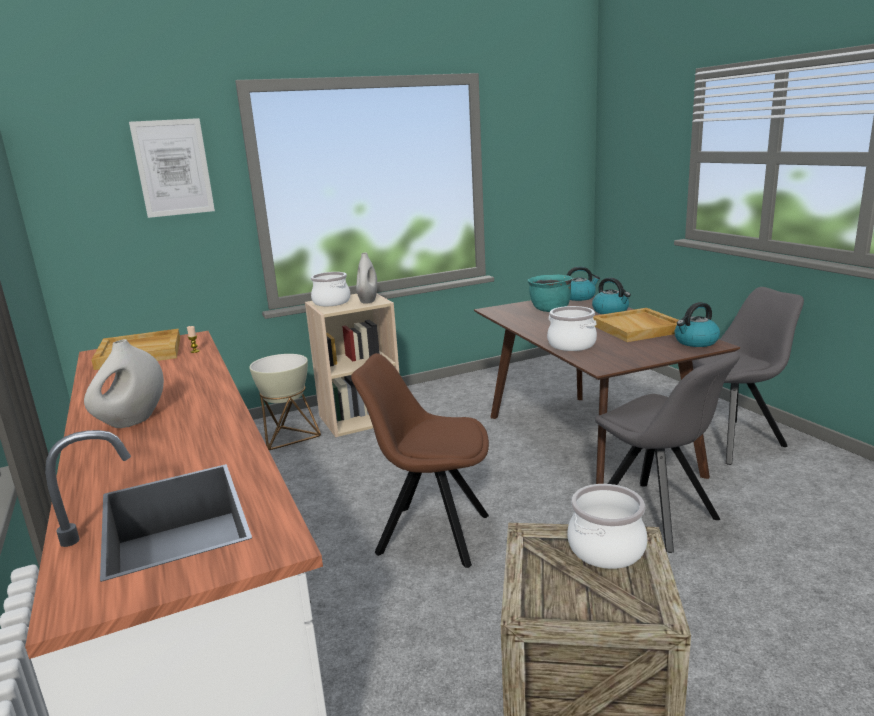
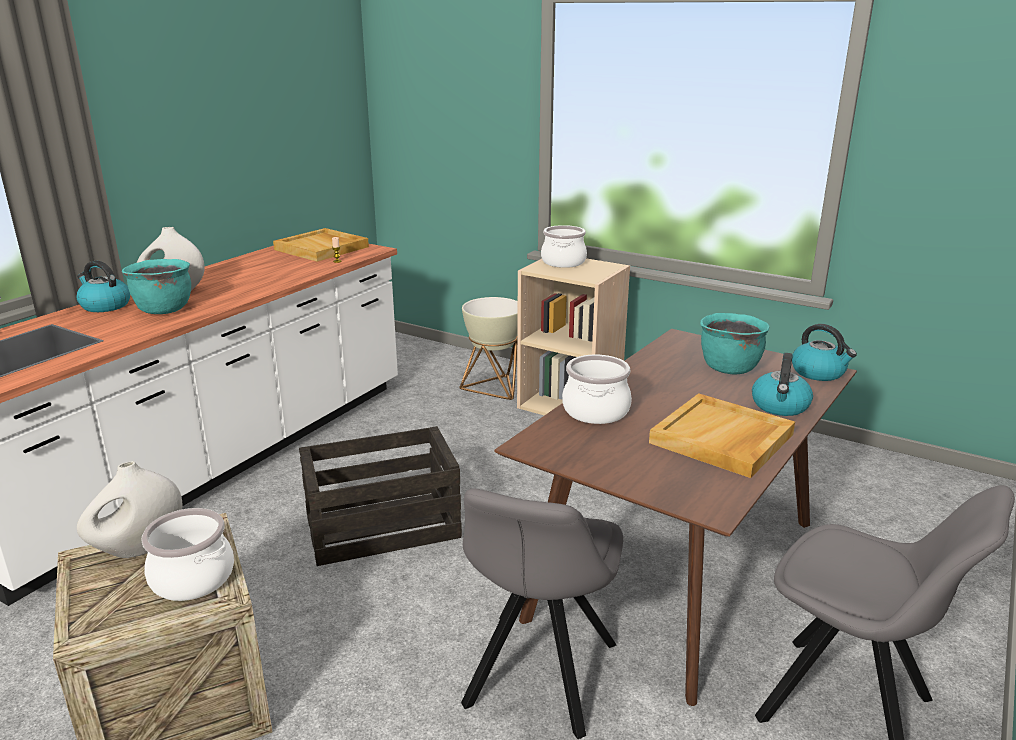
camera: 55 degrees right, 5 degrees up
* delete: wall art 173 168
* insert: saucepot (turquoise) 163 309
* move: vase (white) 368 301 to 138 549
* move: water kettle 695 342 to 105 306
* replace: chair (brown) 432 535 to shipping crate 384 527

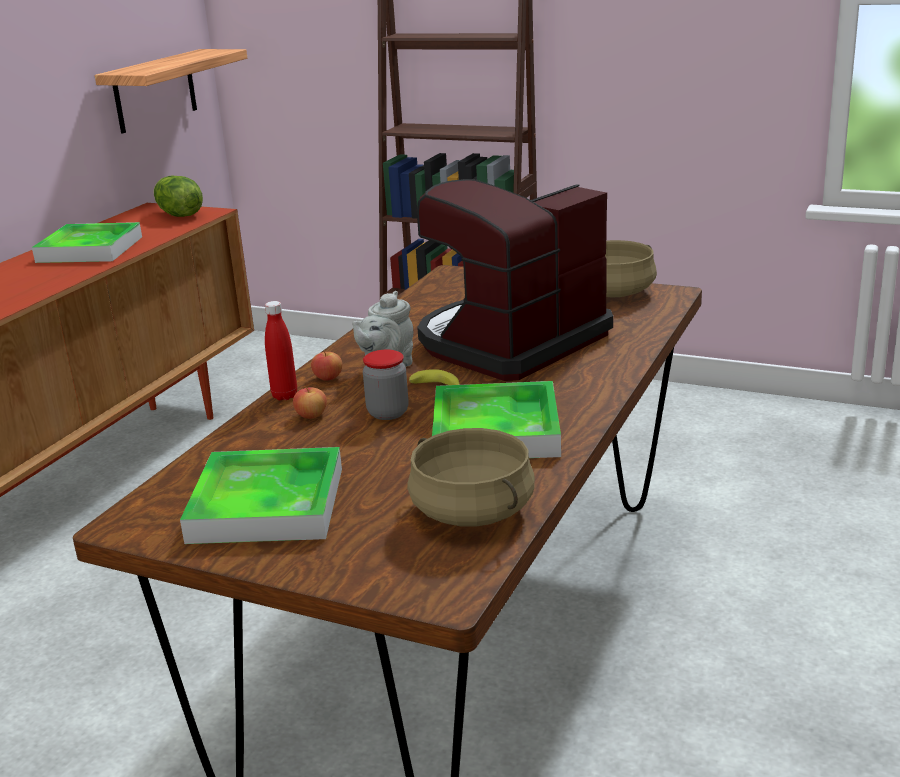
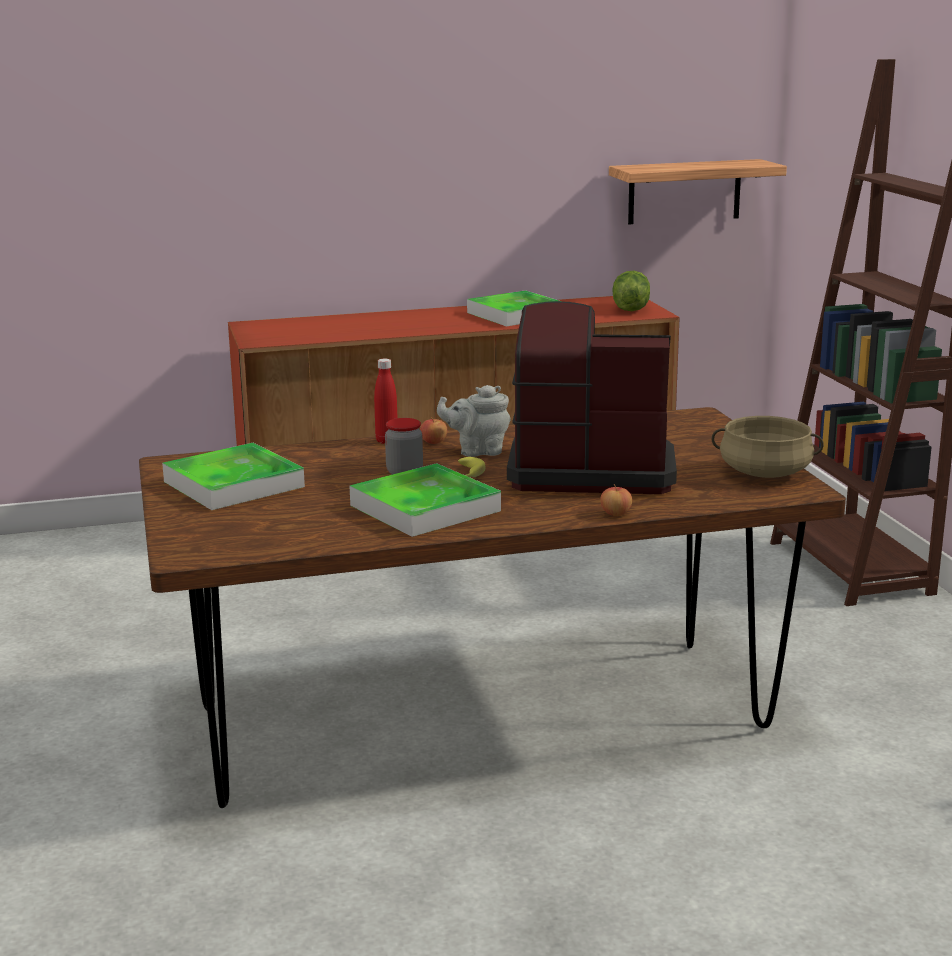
camera: 50 degrees right, 5 degrees down
* delete: saucepot (beige) 471 511
* move: apple fruit 311 415 to 616 513

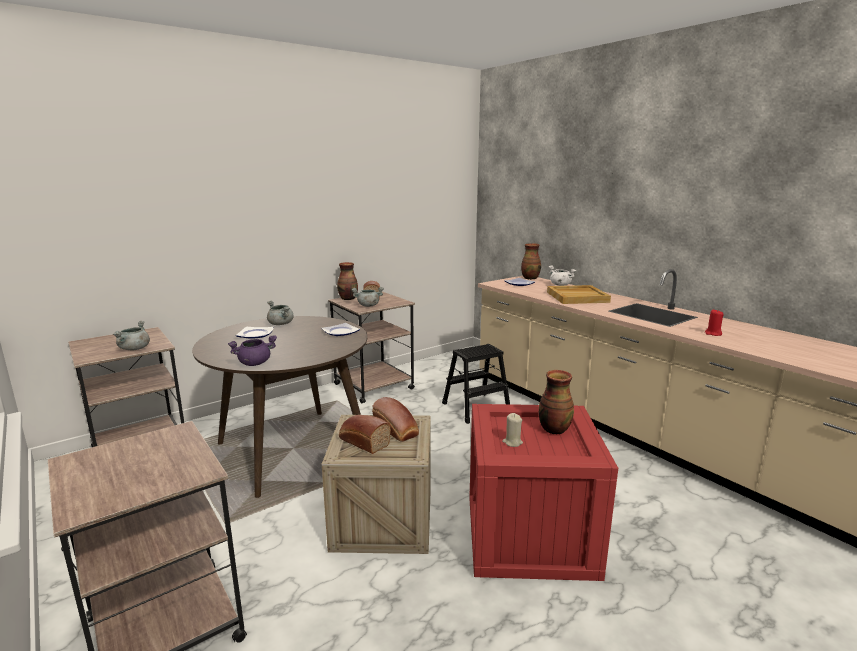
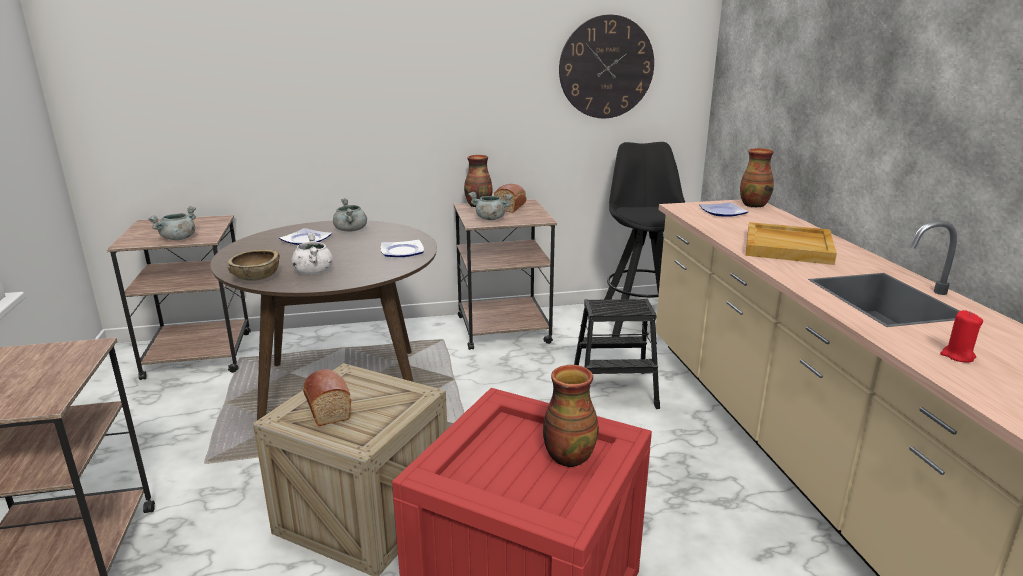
camera: 25 degrees right, 5 degrees up
* delete: baked bread 397 430
* delete: wax light (beige) 512 442
* insert: wall clock 606 67
* insert: stool (black-coloured) 640 323
* move: saucepot (white) 560 285 to 313 271
* replace: saucepot (purplish) 255 363 to deep dish (brown) 256 278

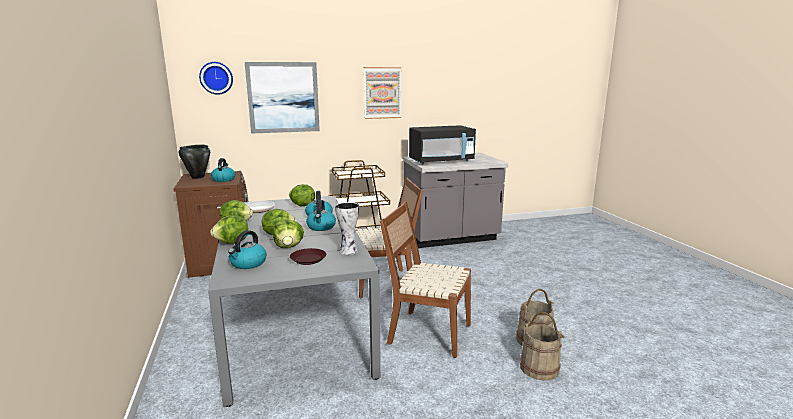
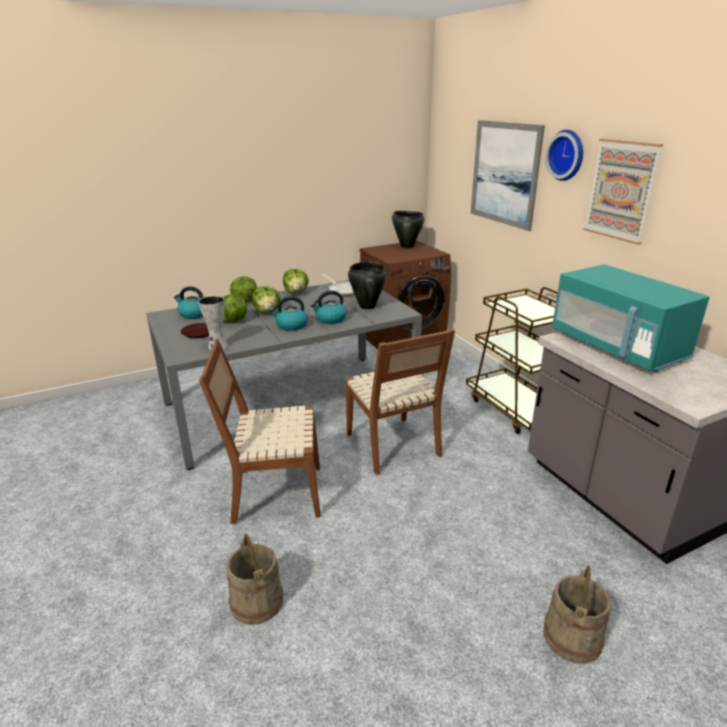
camera: 80 degrees right, 10 degrees up
* delete: water kettle 223 179
* move: wall clock 216 78 to 567 155
* move: water bucket (beige) 539 368 to 571 637
* replace: lettuce head 302 205 to saucepot (black-coloured) 367 306
* recolor: kitchen microwave (black-coloured) 441 161 to kitchen microwave (turquoise) 617 347
* rotate: chair 426 333 = 272 493 105 degrees counterclockwise

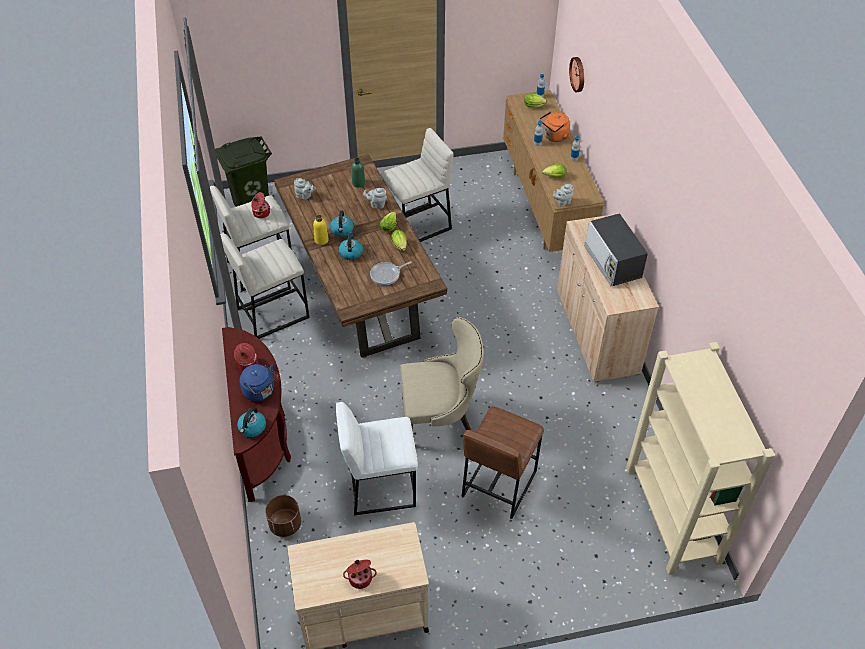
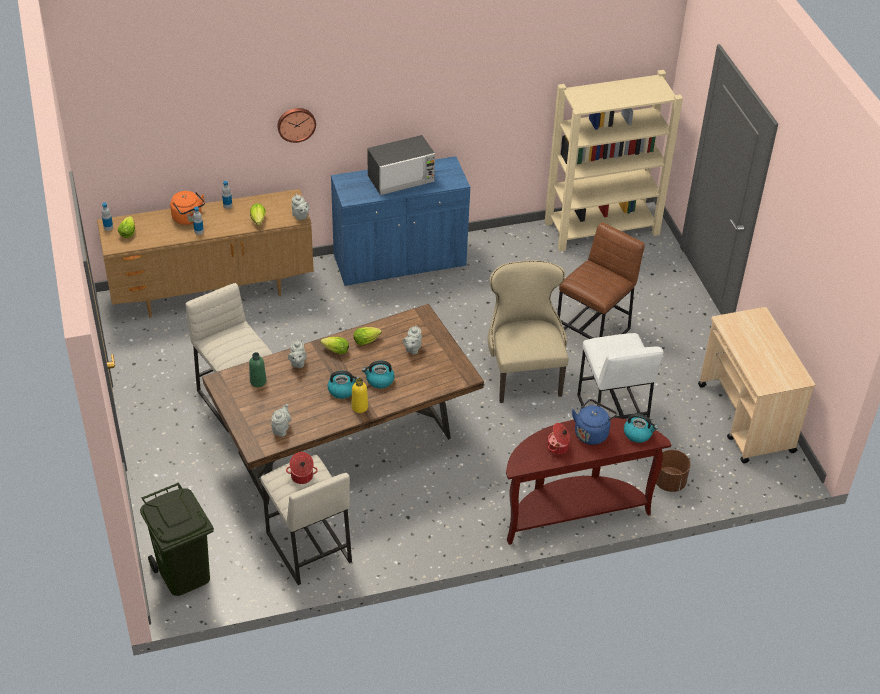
camera: 95 degrees left, 5 degrees down
* delete: stool (beige) 272 313
* delete: saucepot 360 578
* move: wall clock 578 74 to 296 124
* replace: skillet 387 275 to pot for tea (gray) 412 349
* recolor: cabinet (beige) 596 331 to cabinet (blue-coloured) 400 261
* rotate: chair (brown) 498 485 = 593 332 75 degrees counterclockwise

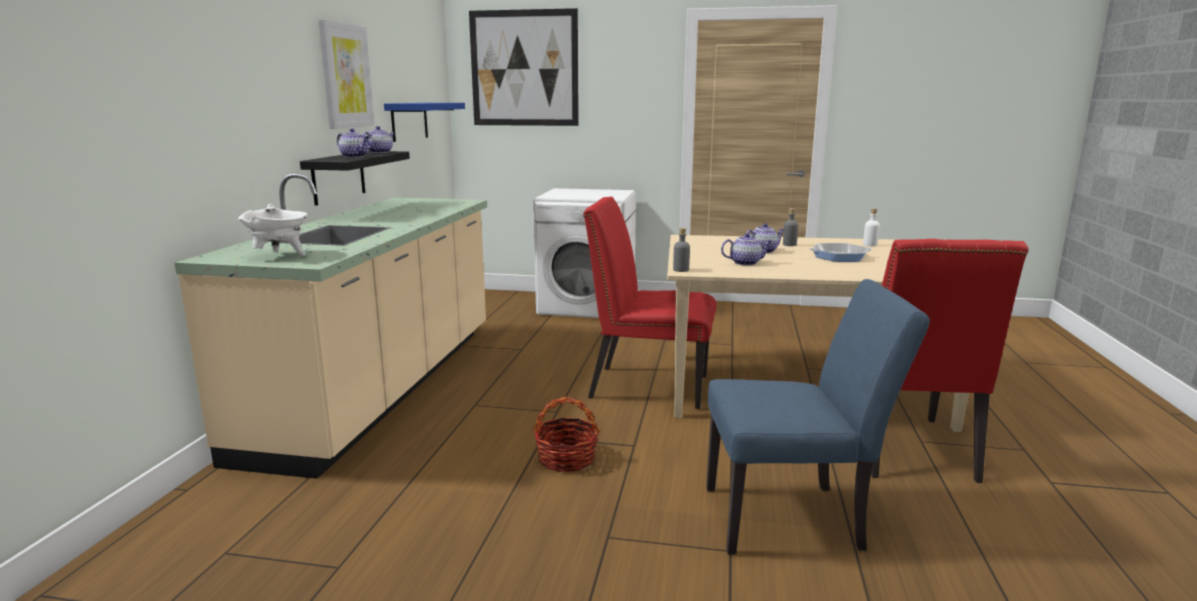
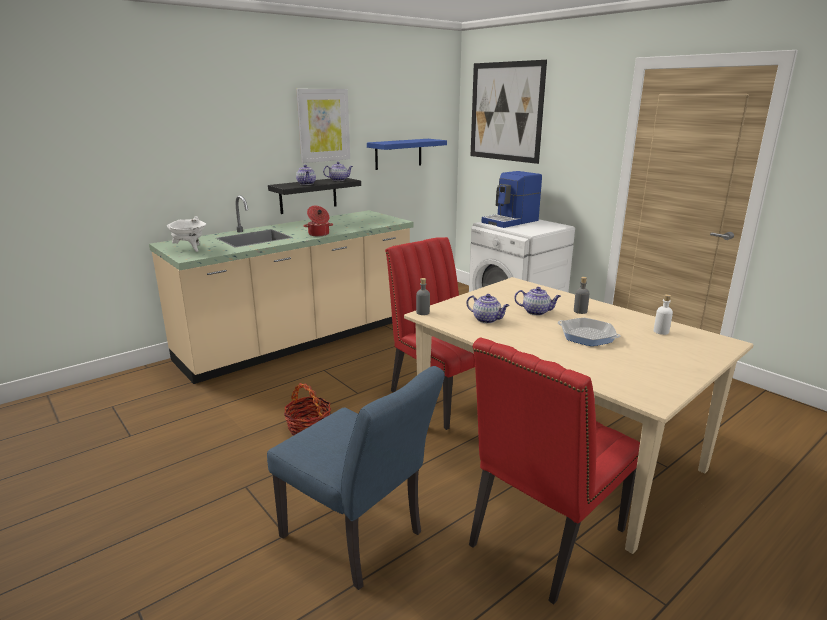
camera: 40 degrees right, 5 degrees up
* insert: saucepot 319 234
* insert: coffee brewer 511 221

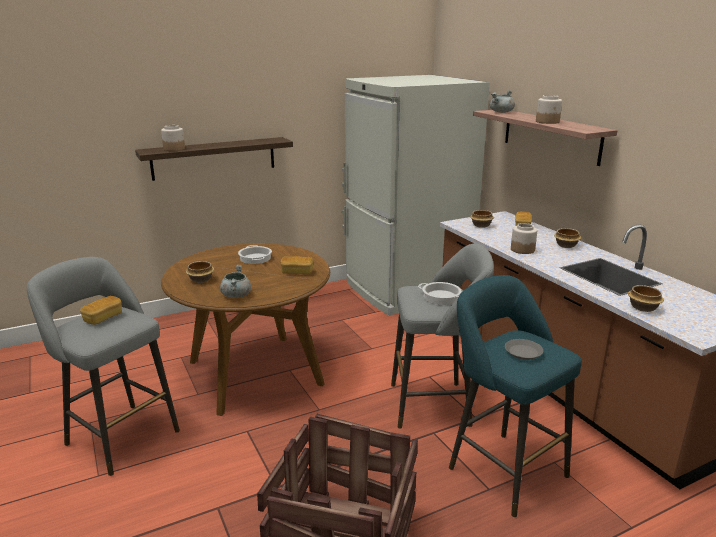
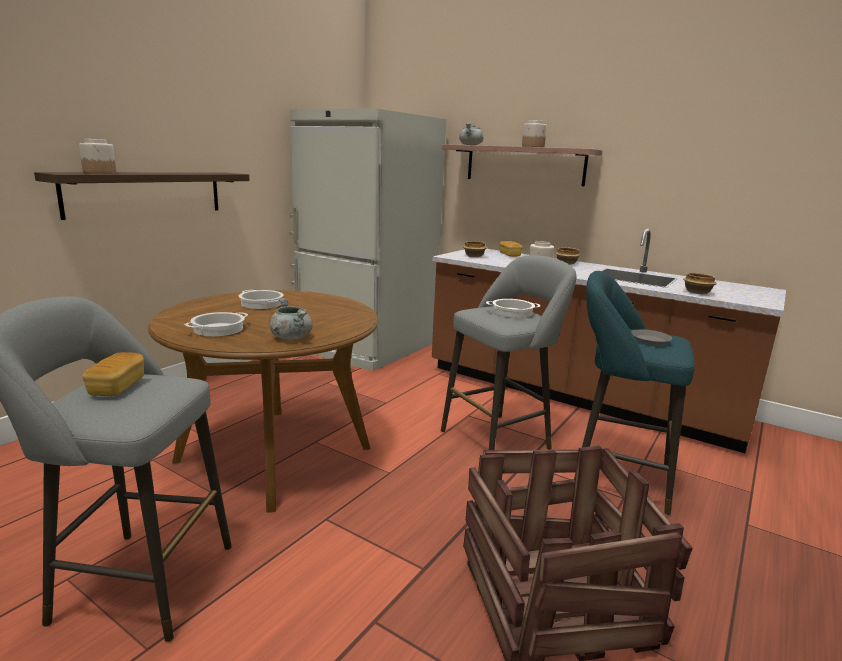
camera: 30 degrees left, 5 degrees down
* delete: baked bread 297 272
* replace: deep dish 201 279 to saucepot 218 329

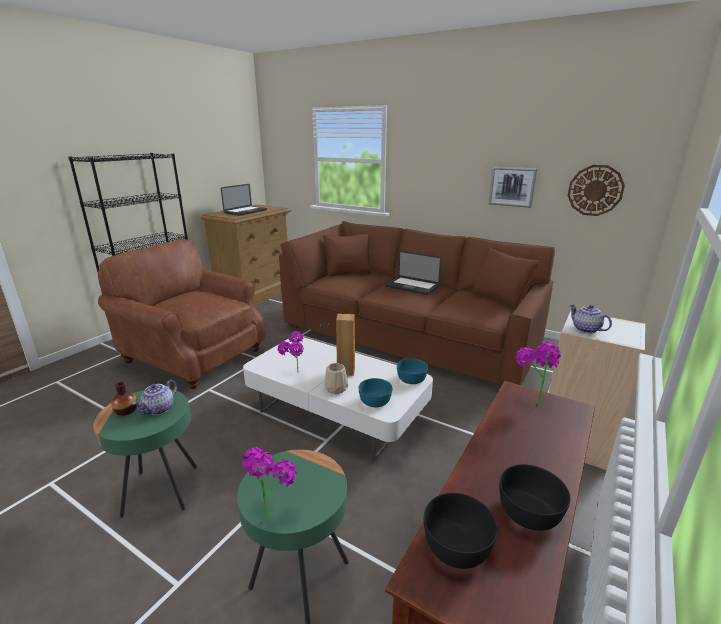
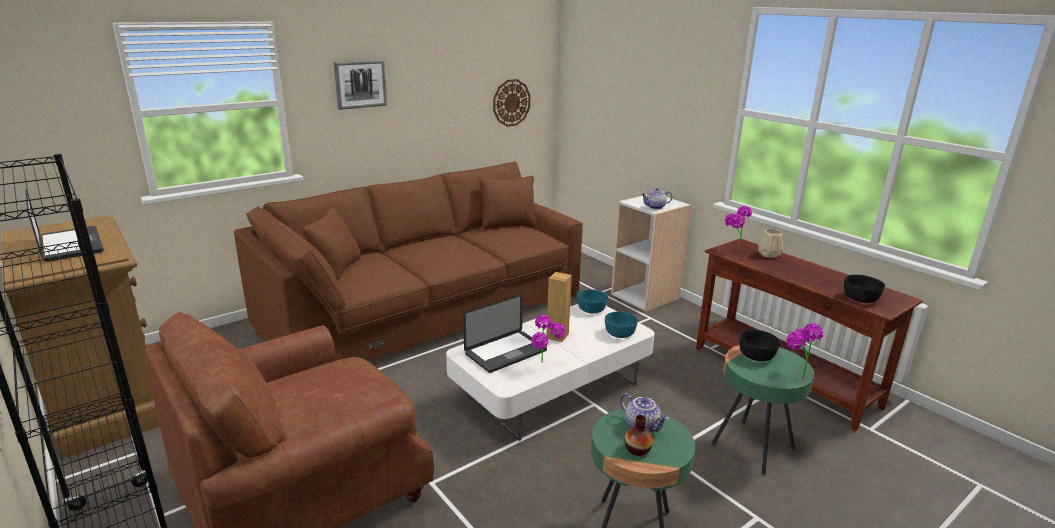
camera: 70 degrees left, 0 degrees up
* move: vase (beige) 335 389 to 769 255
* move: laptop 412 286 to 506 352
* move: wall art 512 186 to 360 84
* move: deep dish (black-coloured) 528 512 to 757 355

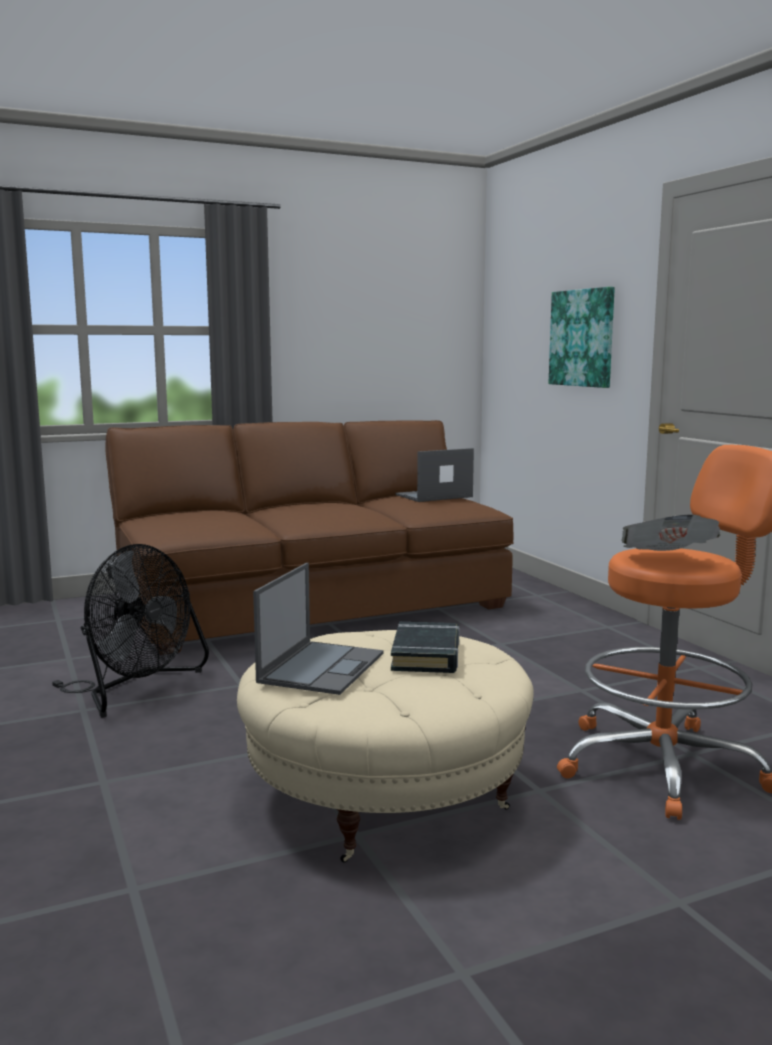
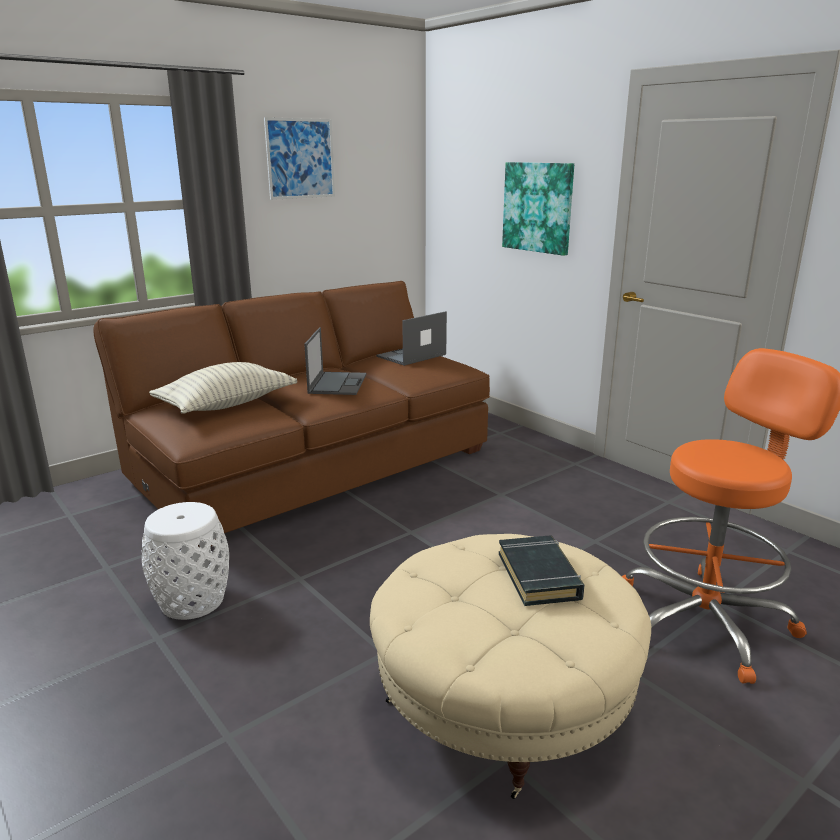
camera: 15 degrees left, 10 degrees up
* delete: newspaper 667 561
* insert: throw pillow 227 405
* insert: wall art 300 158
* move: laptop 322 667 to 337 383
* replace: fan (black-coloured) 130 689 to stool (white) 192 601

